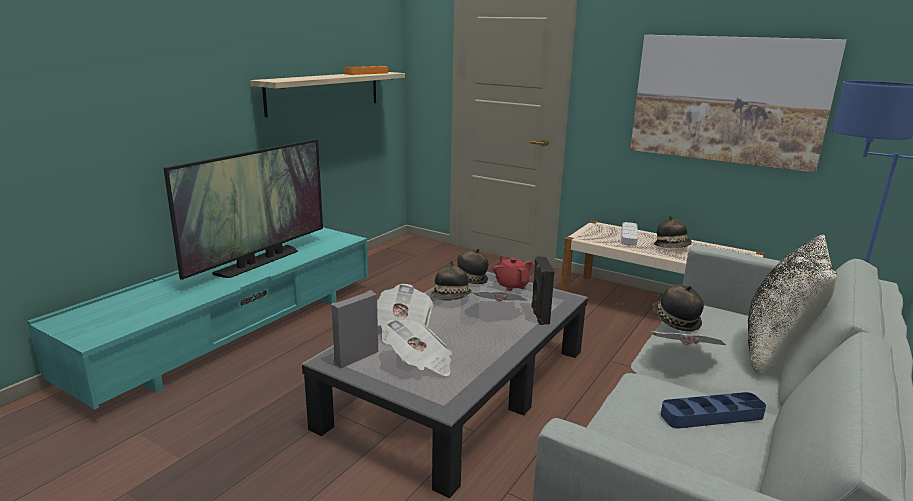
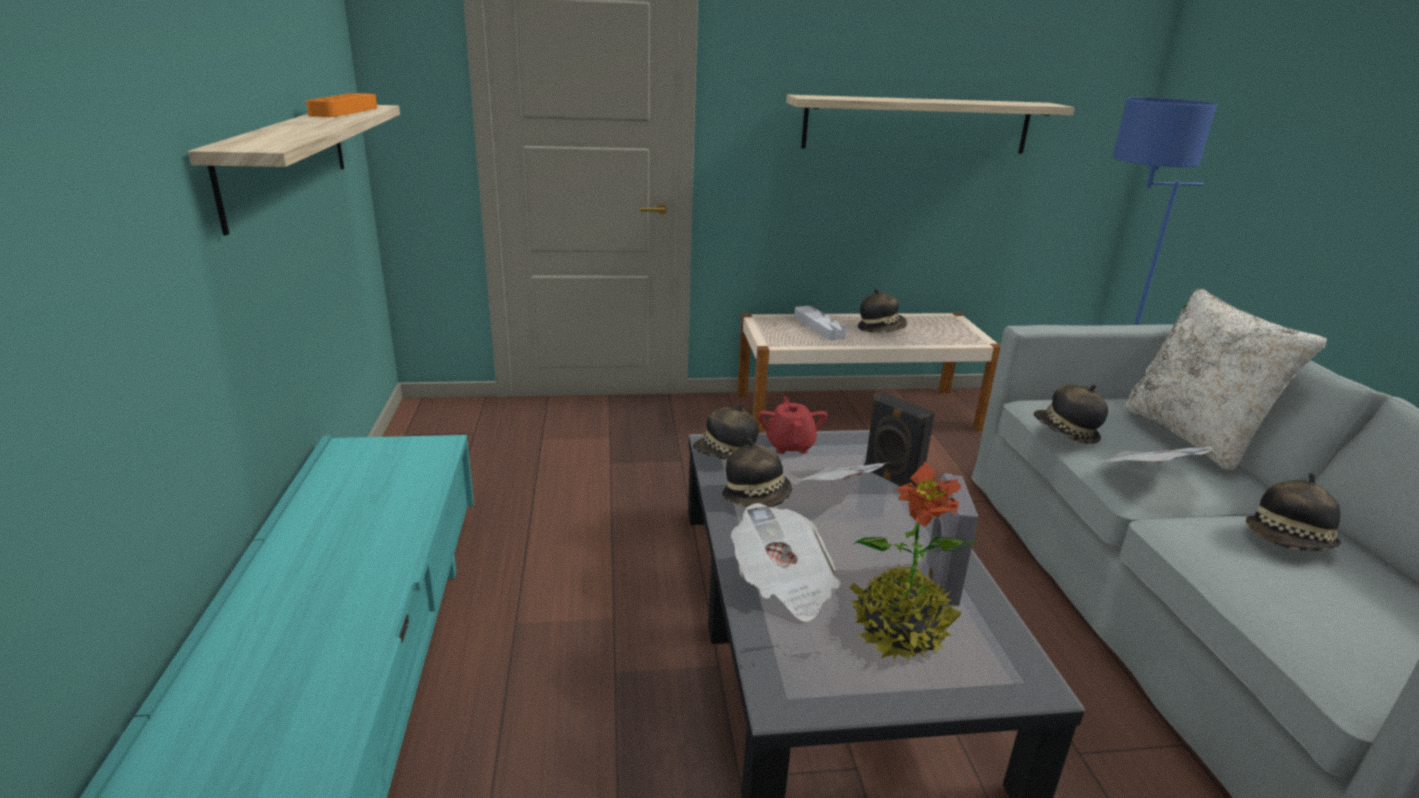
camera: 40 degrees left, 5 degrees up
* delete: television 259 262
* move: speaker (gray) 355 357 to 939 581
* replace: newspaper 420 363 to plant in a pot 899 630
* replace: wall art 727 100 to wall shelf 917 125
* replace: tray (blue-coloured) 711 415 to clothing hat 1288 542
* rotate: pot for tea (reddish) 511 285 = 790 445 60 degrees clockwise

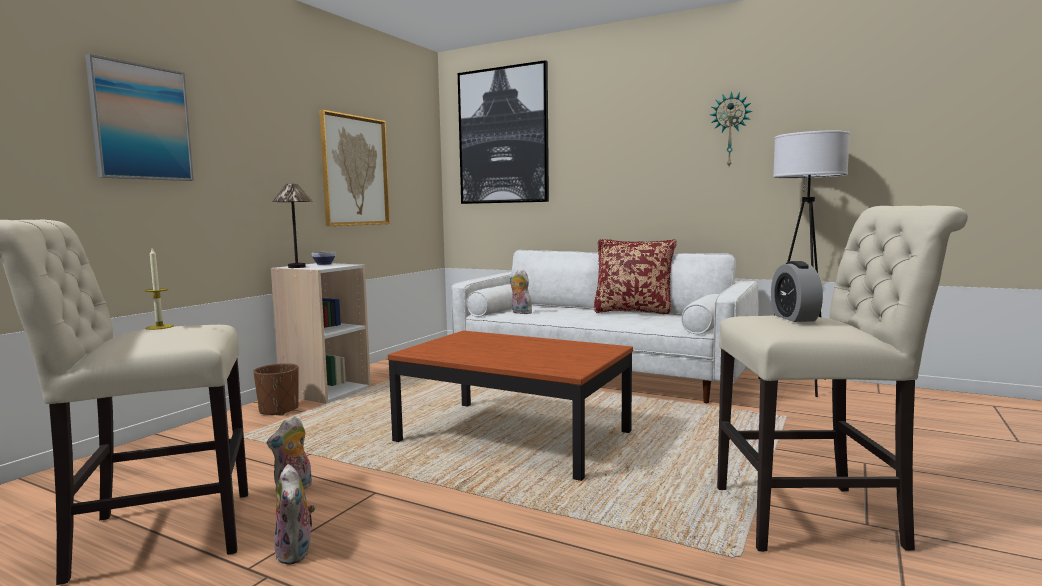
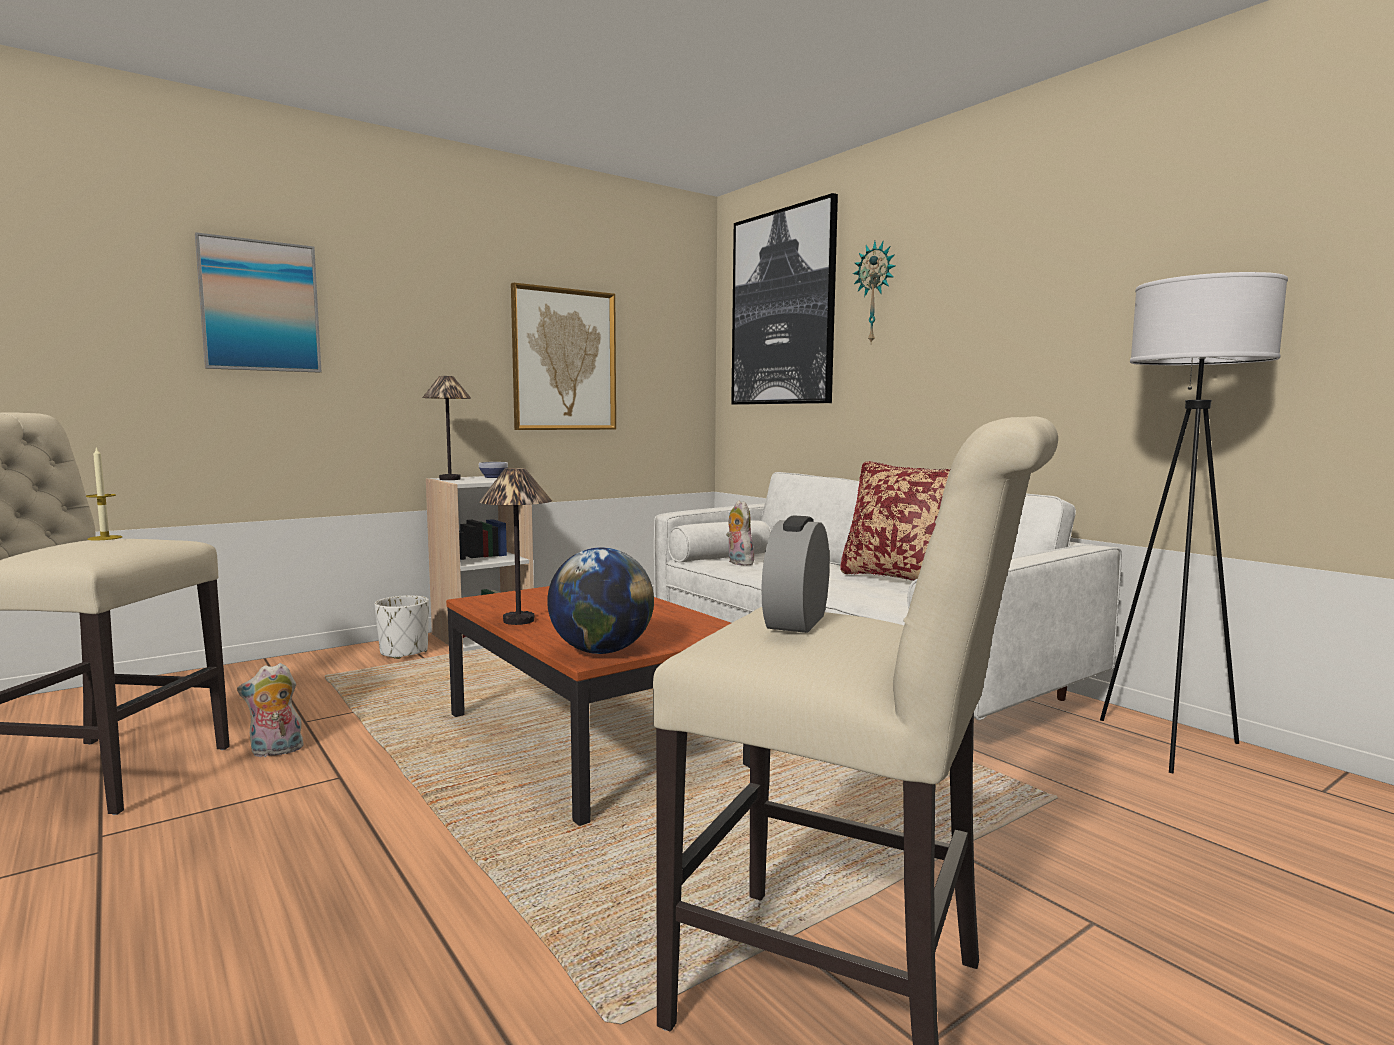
camera: 25 degrees right, 0 degrees up
* delete: soft toy 296 553
* insert: lamp for a table 519 620
* insert: world globe 601 651
* move: wall clock 730 130 to 875 293
* recolor: flower pot (brown) 279 410 to flower pot (white) 404 652

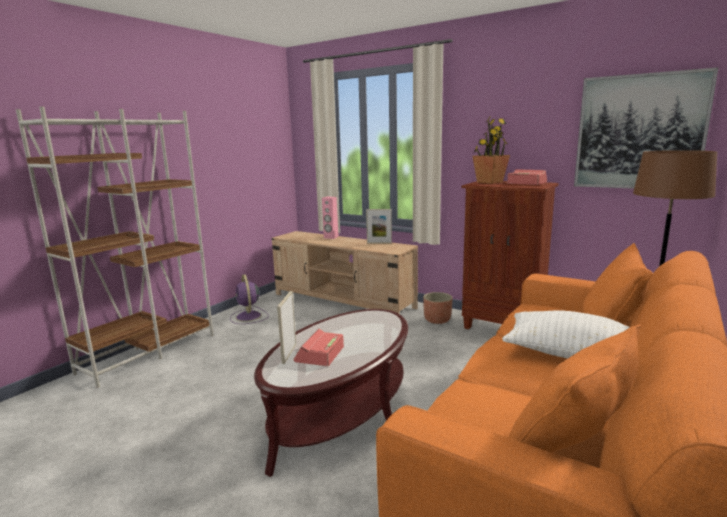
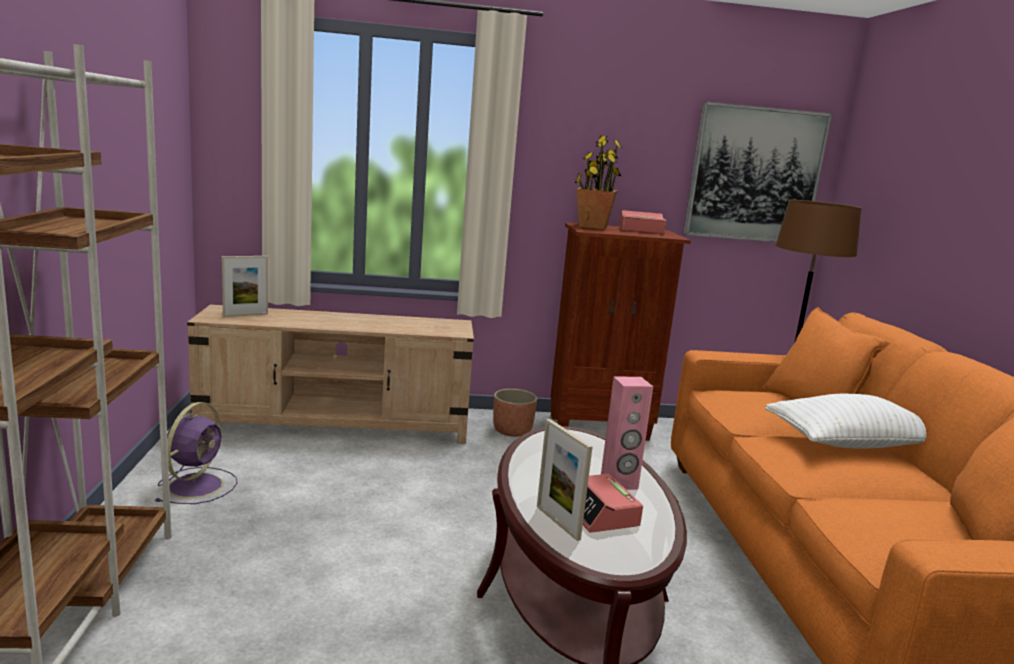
camera: 40 degrees left, 0 degrees up
* move: speaker (pink) 331 237 to 619 483
* move: photo frame 379 243 to 245 315
* rotate: fan (purplish) 249 317 = 197 485 105 degrees counterclockwise

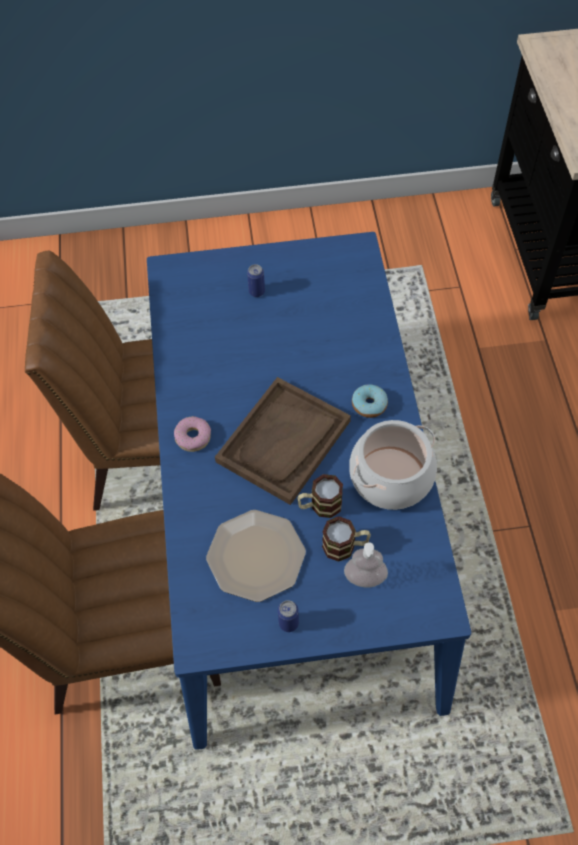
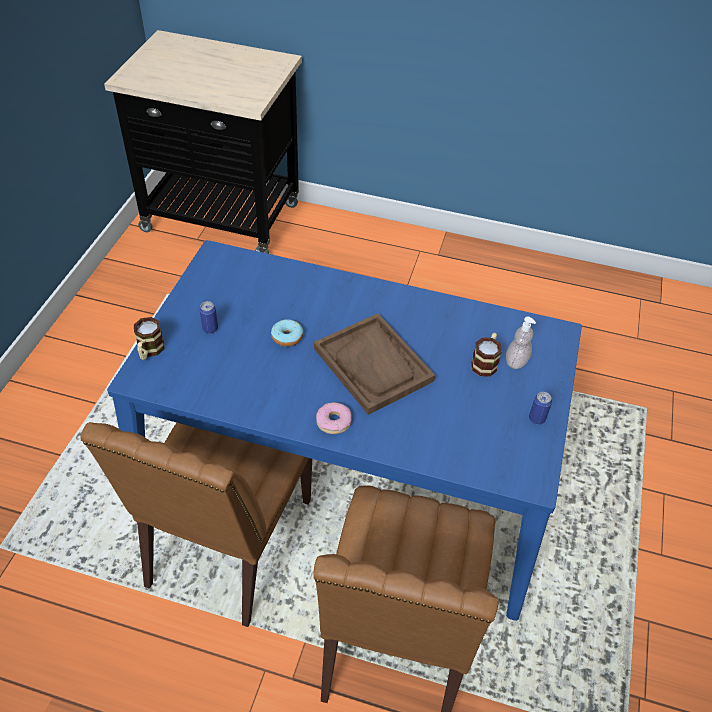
camera: 70 degrees left, 10 degrees down
* delete: flat dish 256 557
* delete: saucepot 391 477
* move: coffee mug 320 505 to 149 351
* move: donut 369 405 to 287 337

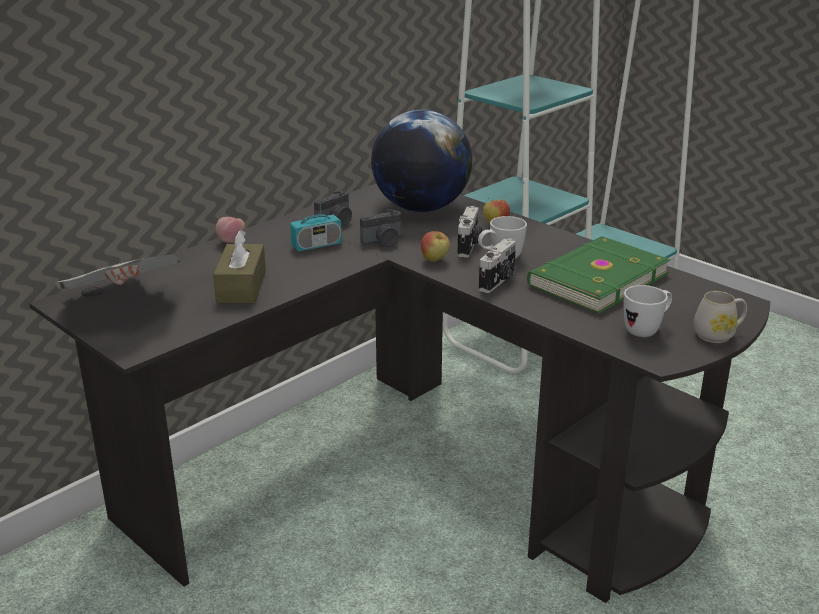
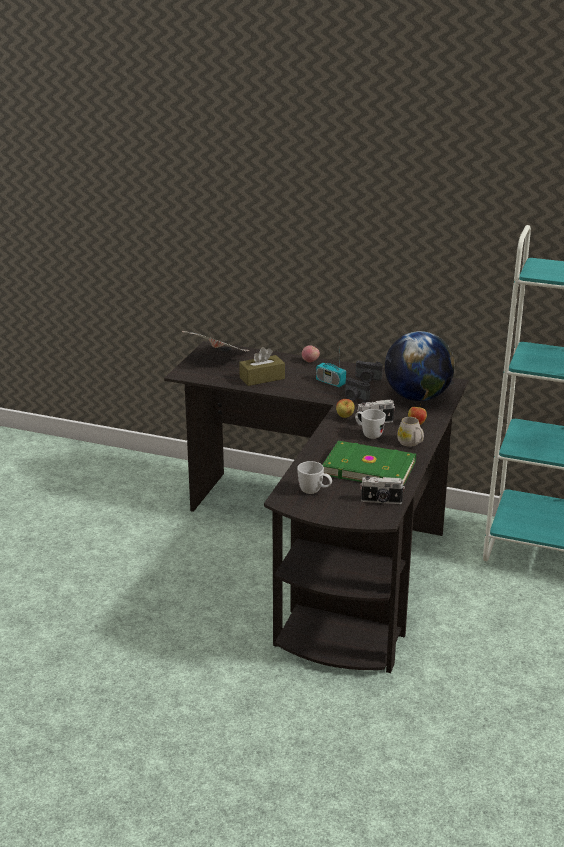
camera: 65 degrees right, 0 degrees up
* move: photo camera 498 281 to 381 501
* move: coffee mug (white) 718 334 to 411 443

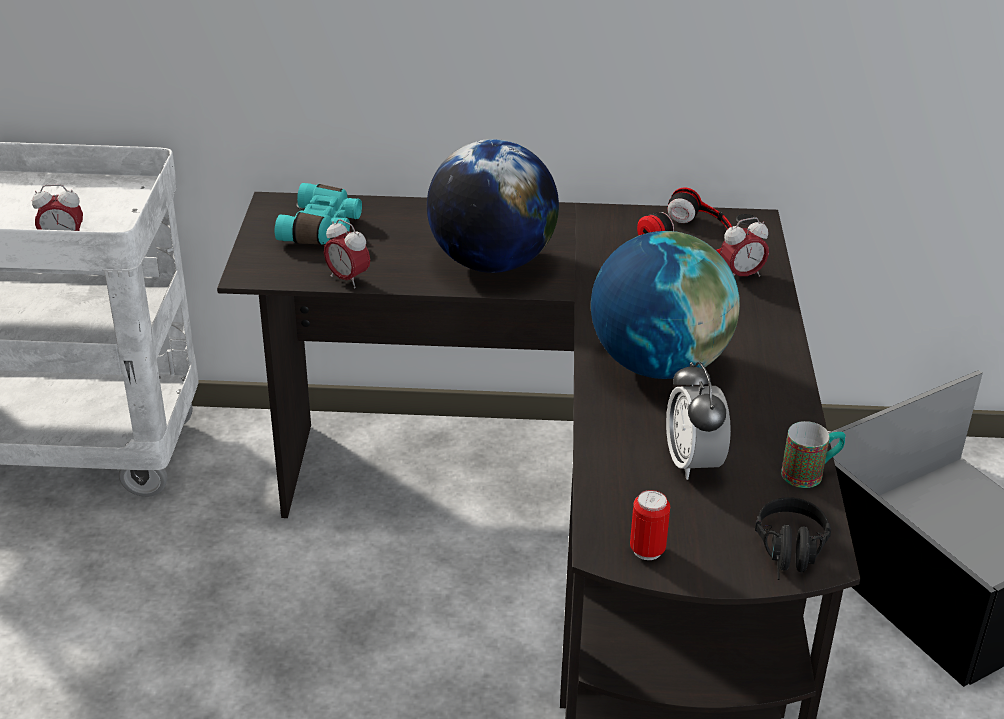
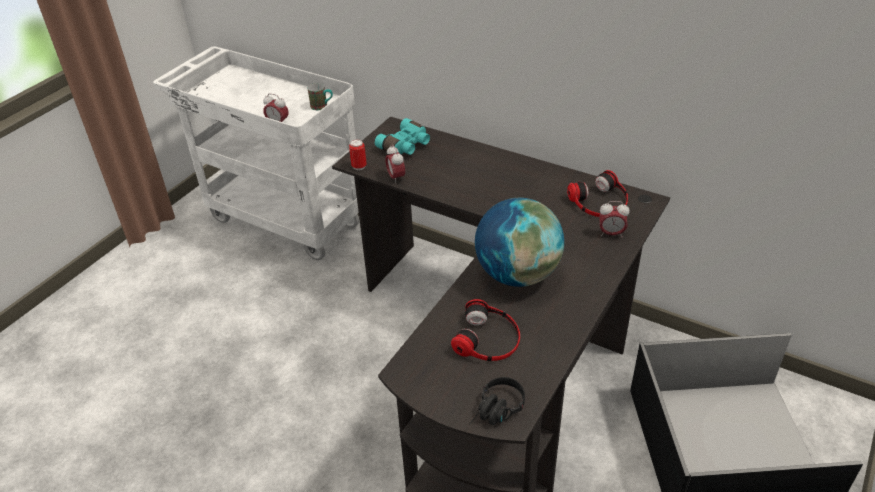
camera: 30 degrees right, 5 degrees up
* delete: world globe 492 263
* move: can 647 550 to 359 166
* move: coffee mug 810 473 to 322 106
* replace: alarm clock 693 462 to headset 488 338

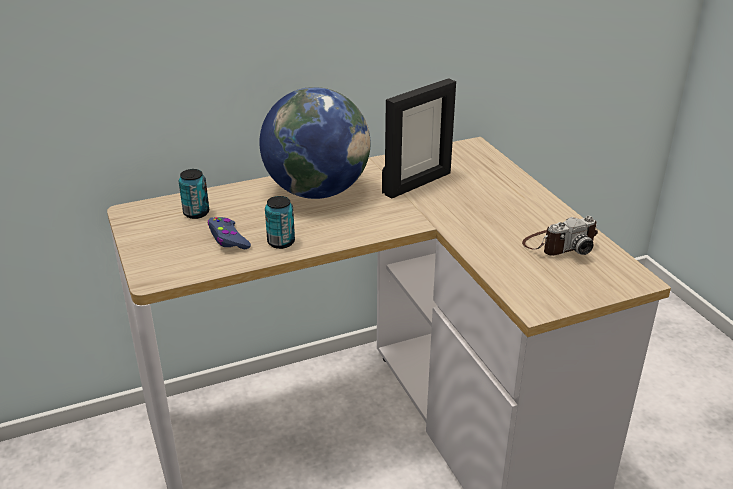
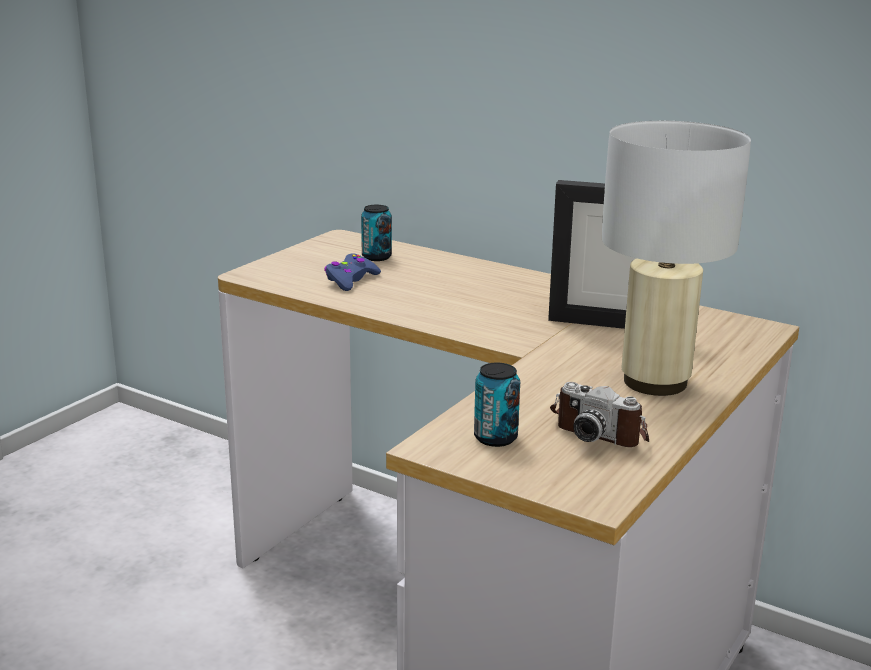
camera: 55 degrees right, 10 degrees down
* delete: world globe 316 191
* insert: lamp for a table (white) 657 382
* move: can 281 242 to 495 438

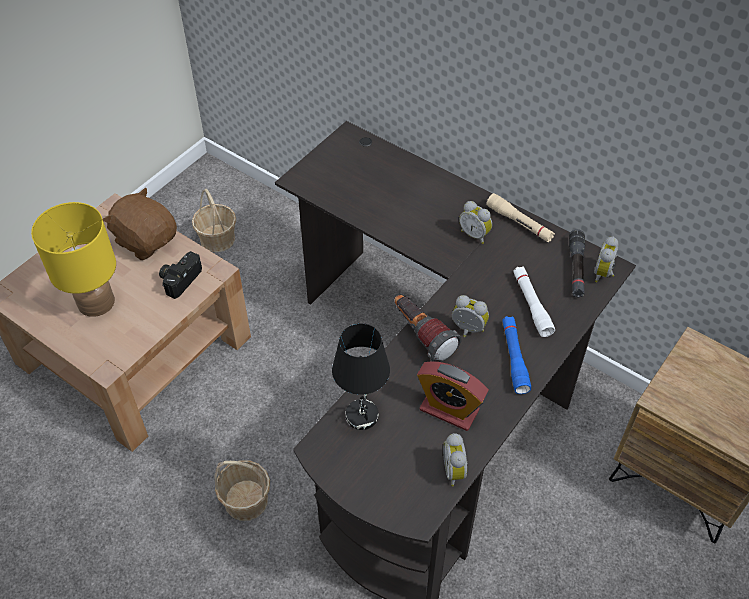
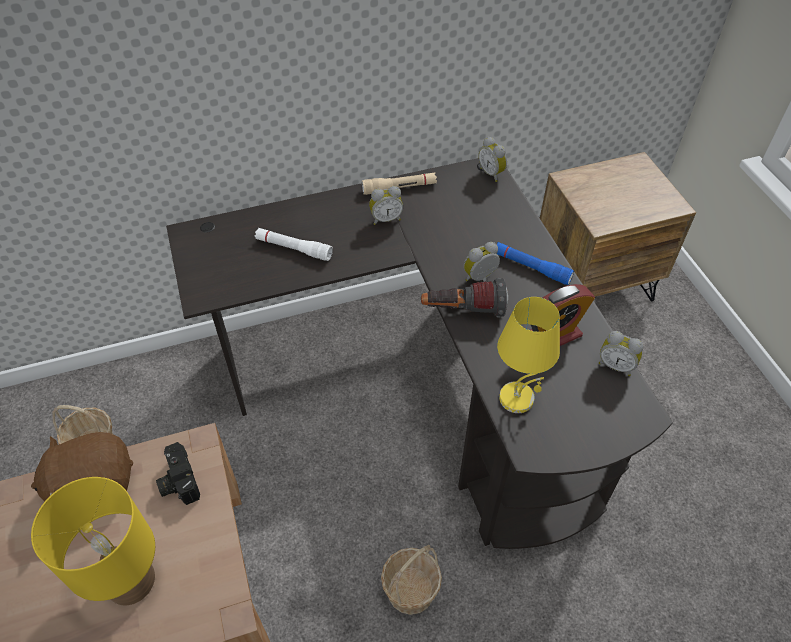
camera: 55 degrees left, 0 degrees up
* delete: hand torch (black-coloured) 576 268
* move: hand torch (white) 531 305 to 293 248
* recolor: lamp for a table (black-coloured) 362 416 to lamp for a table (yellowish) 517 398

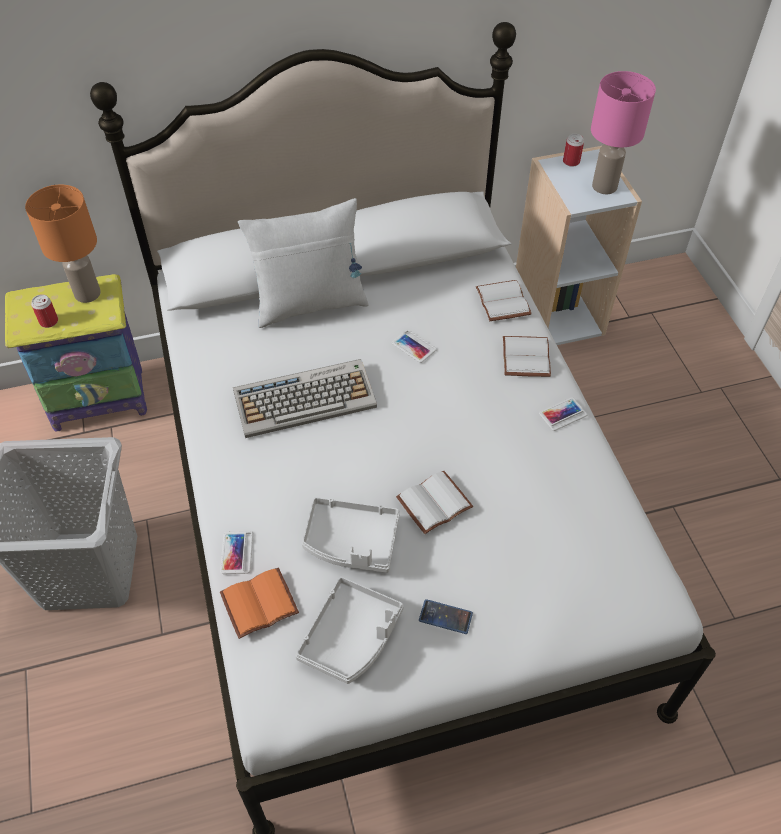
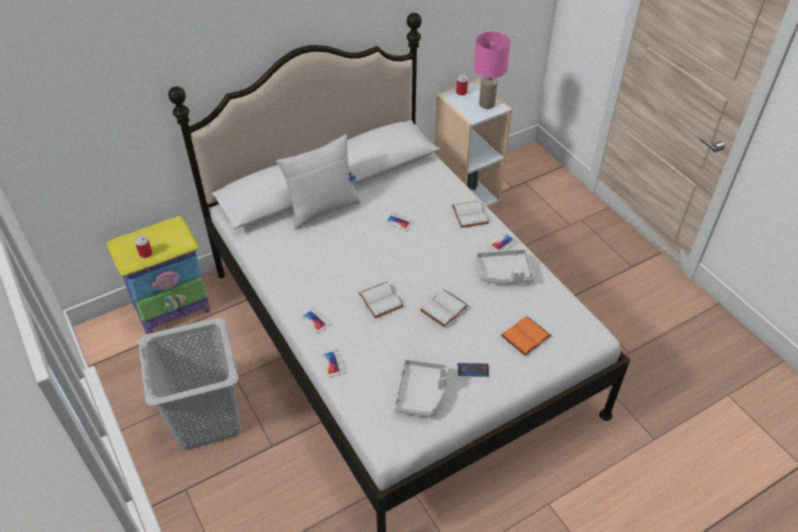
camera: 15 degrees left, 5 degrees down
* delete: lamp for a table (orange-coloured) 86 294
* delete: keyboard 306 399
* insert: handset 315 320
* move: book (orange-coloured) 259 605 to 526 337
* move: tray (gray) 351 541 to 504 273
* move: book (white) 504 302 to 382 300

